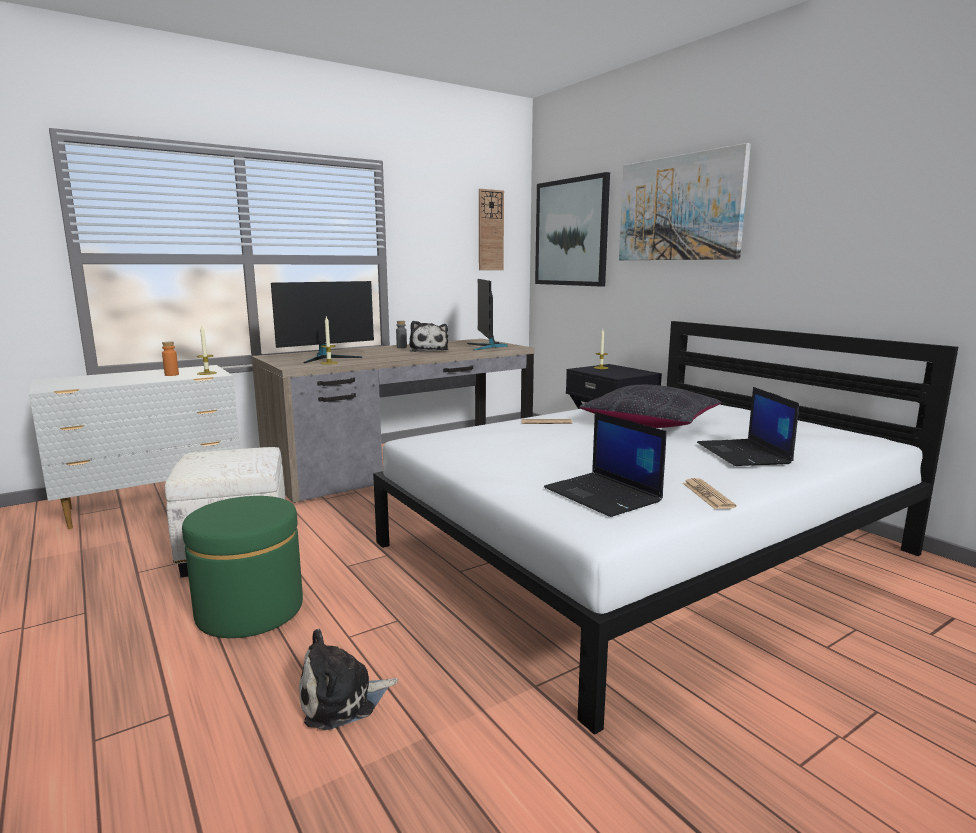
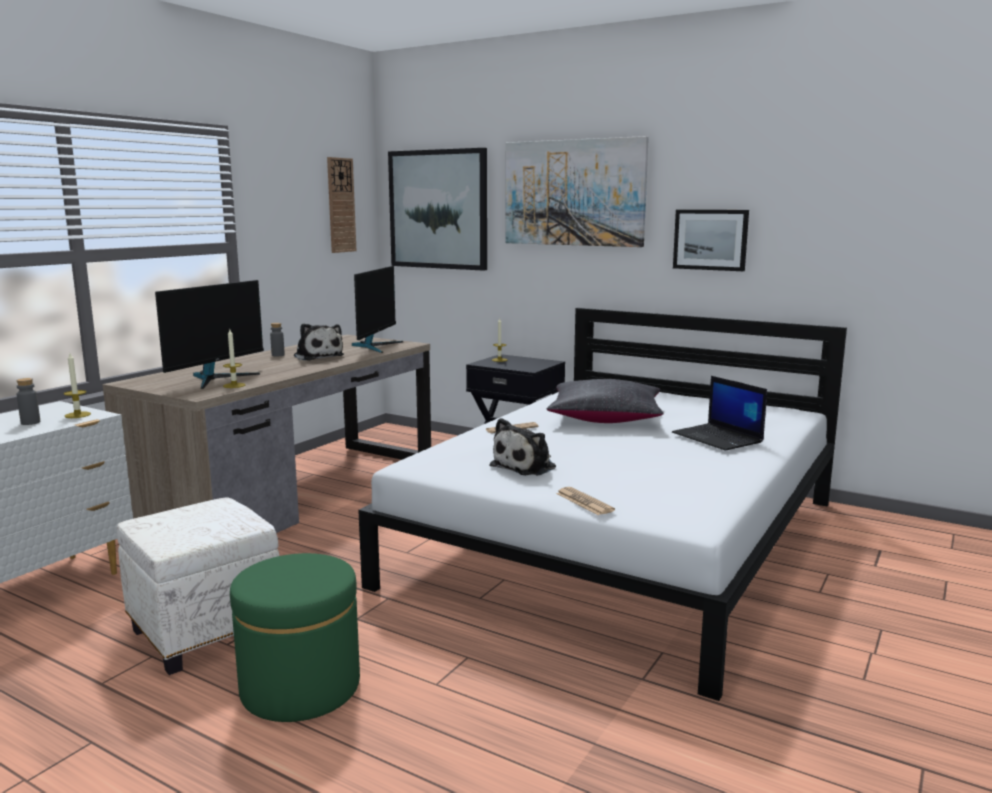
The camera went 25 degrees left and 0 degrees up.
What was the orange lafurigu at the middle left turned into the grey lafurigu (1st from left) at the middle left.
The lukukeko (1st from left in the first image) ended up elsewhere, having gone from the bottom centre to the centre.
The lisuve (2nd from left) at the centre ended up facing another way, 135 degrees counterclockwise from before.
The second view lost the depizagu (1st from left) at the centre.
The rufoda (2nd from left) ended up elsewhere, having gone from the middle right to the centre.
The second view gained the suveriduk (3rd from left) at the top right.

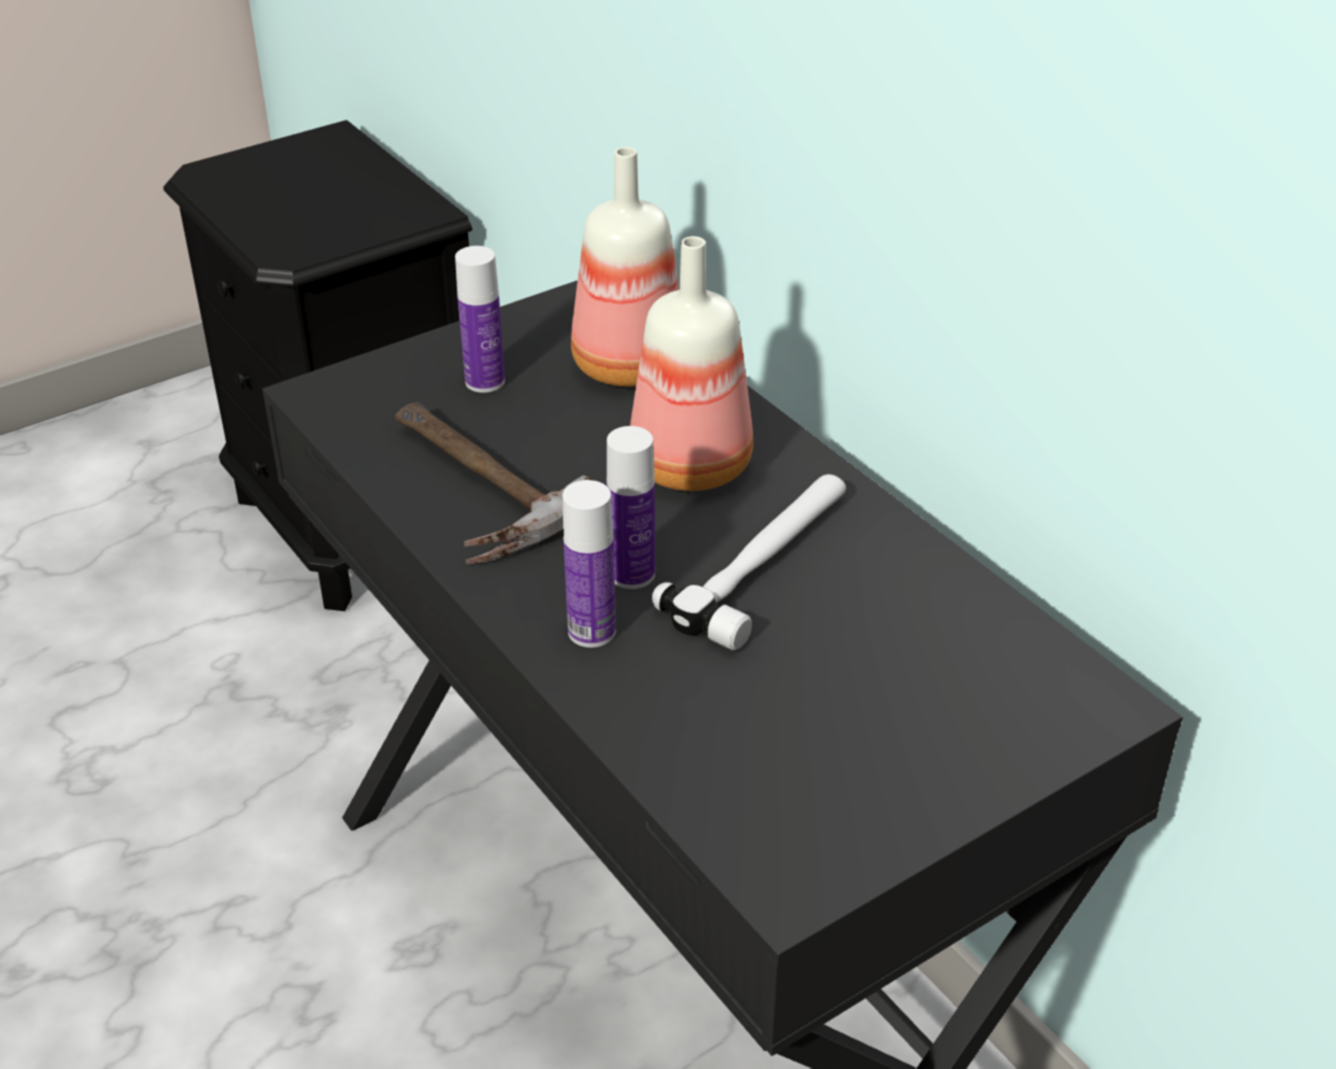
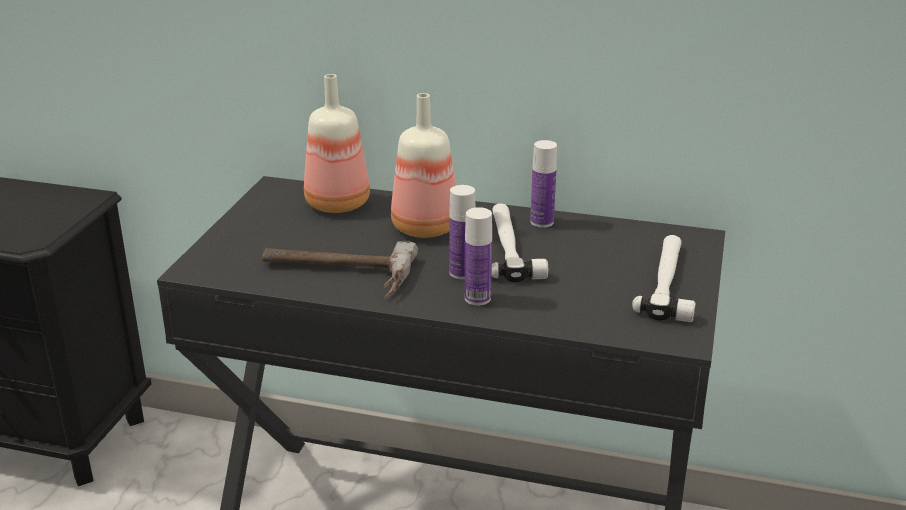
The camera went 40 degrees left and 10 degrees down.
The lafurigu (1st from left in the first image) ended up elsewhere, having gone from the top centre to the centre.
The second view gained the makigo (3rd from left) at the middle right.

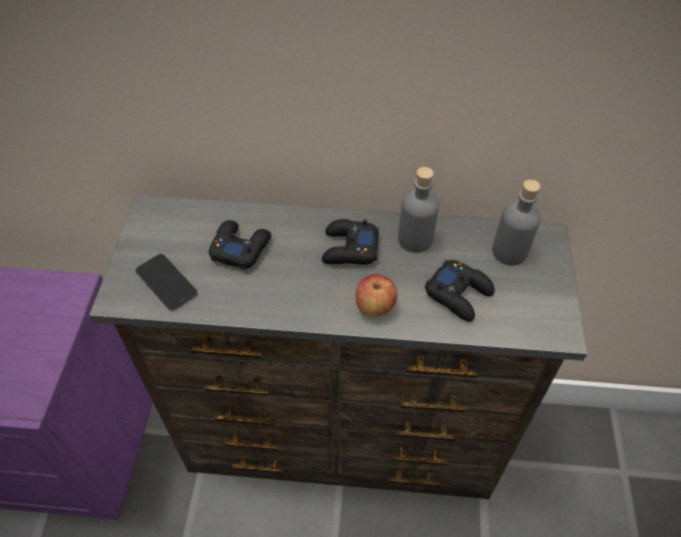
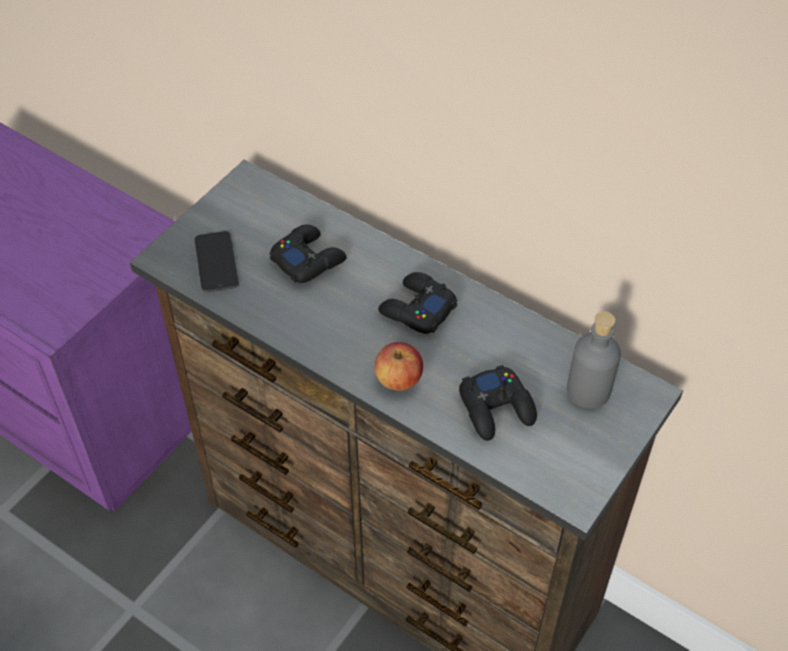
The camera went 30 degrees right and 0 degrees up.
The second view lost the grey lafurigu (1st from left) at the centre.

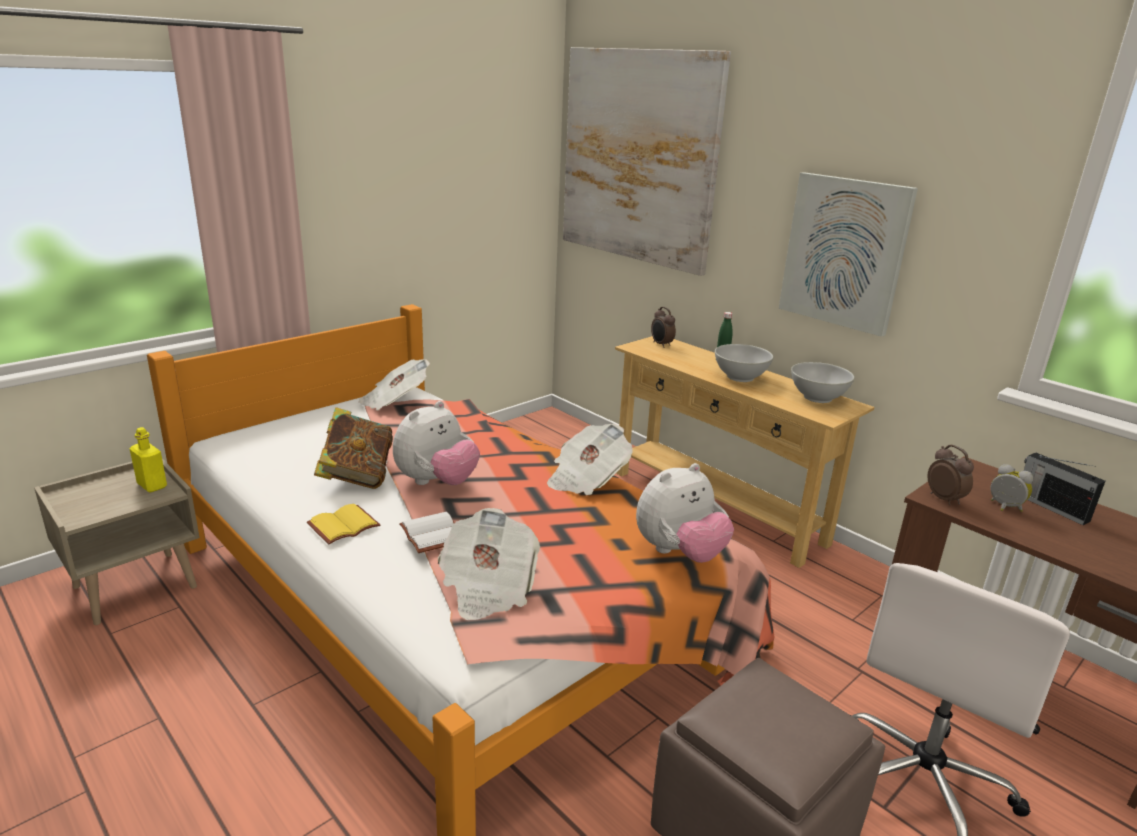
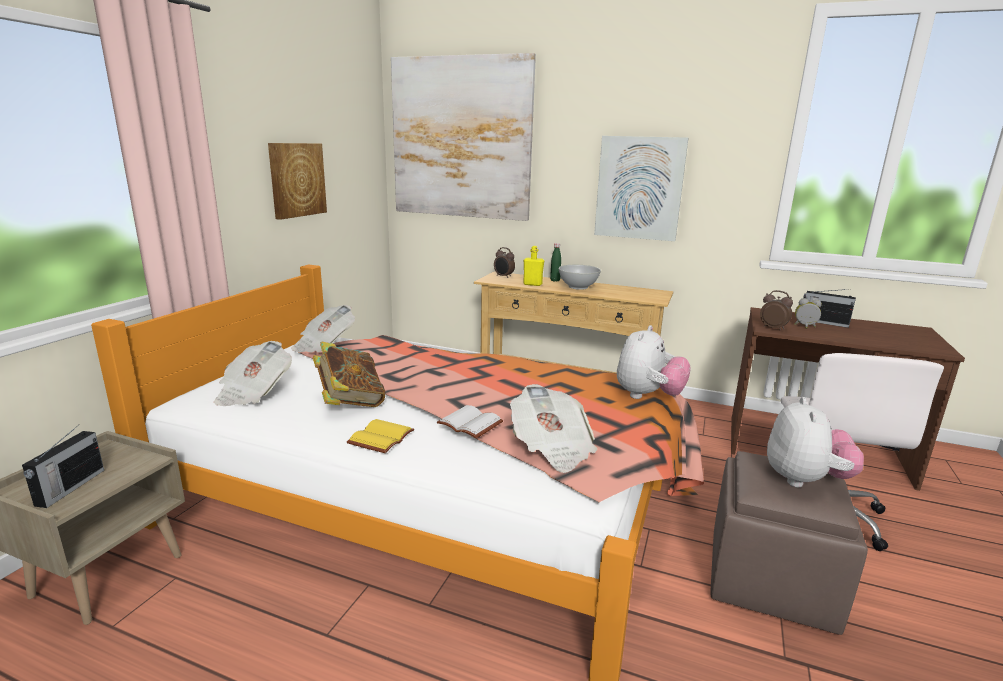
The camera went 25 degrees left and 5 degrees down.
The yellow lafurigu ended up elsewhere, having gone from the middle left to the centre.
The lukukeko (1st from left in the first image) ended up elsewhere, having gone from the centre to the middle right.
The rufoda (3rd from left in the first image) ended up elsewhere, having gone from the centre to the middle left.
The second view lost the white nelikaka (2nd from left) at the middle right.
The second view gained the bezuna (1st from left) at the bottom left.
The second view gained the suveriduk (1st from left) at the top left.

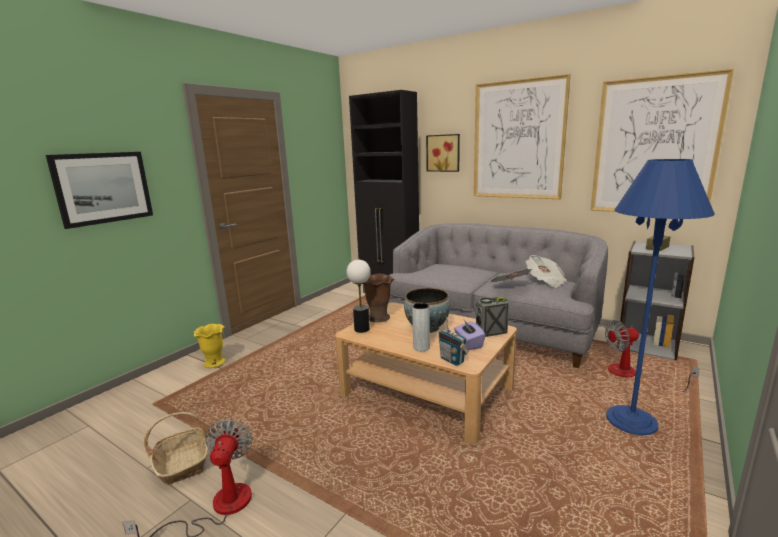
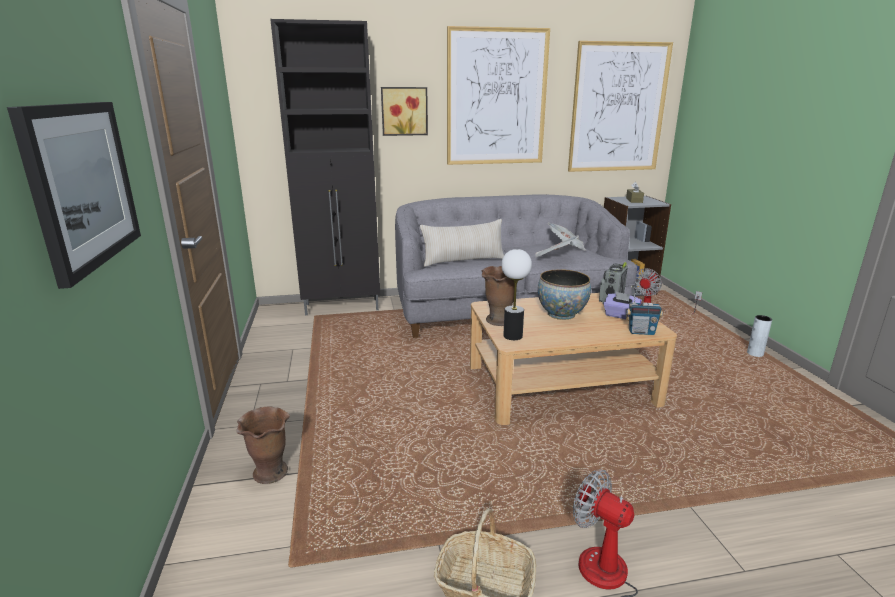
The camera went 45 degrees left and 5 degrees up.
What was the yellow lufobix at the middle left turned into the brown lufobix (1st from left) at the bottom left.
The grey lufobix ended up elsewhere, having gone from the centre to the middle right.
The second view lost the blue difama at the middle right.
The second view gained the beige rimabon at the centre.

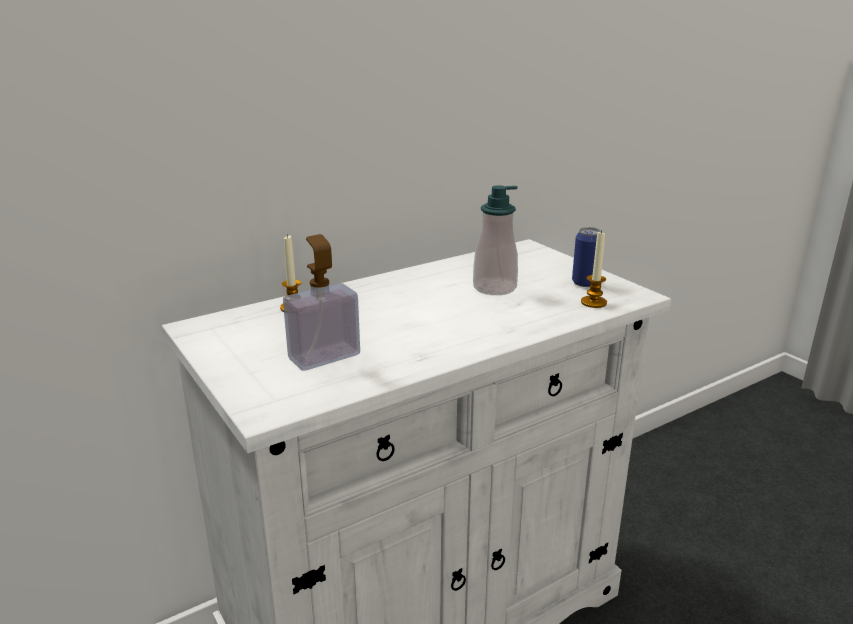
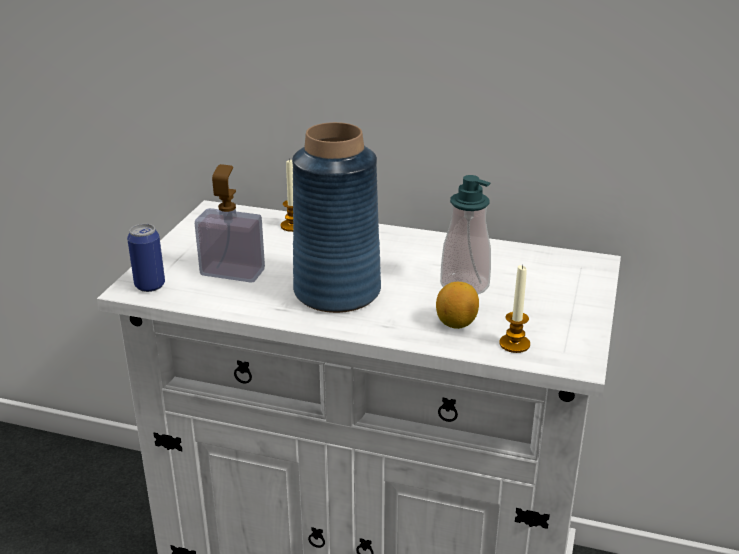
The camera went 50 degrees right and 5 degrees up.
The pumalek ended up elsewhere, having gone from the middle right to the middle left.
The second view gained the blue lufobix at the centre.
The second view gained the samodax at the centre.

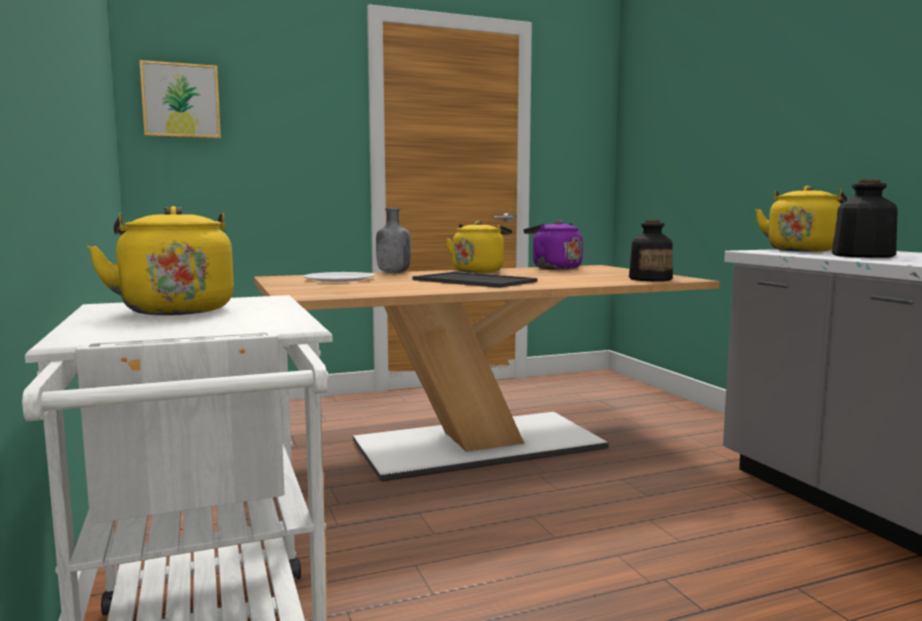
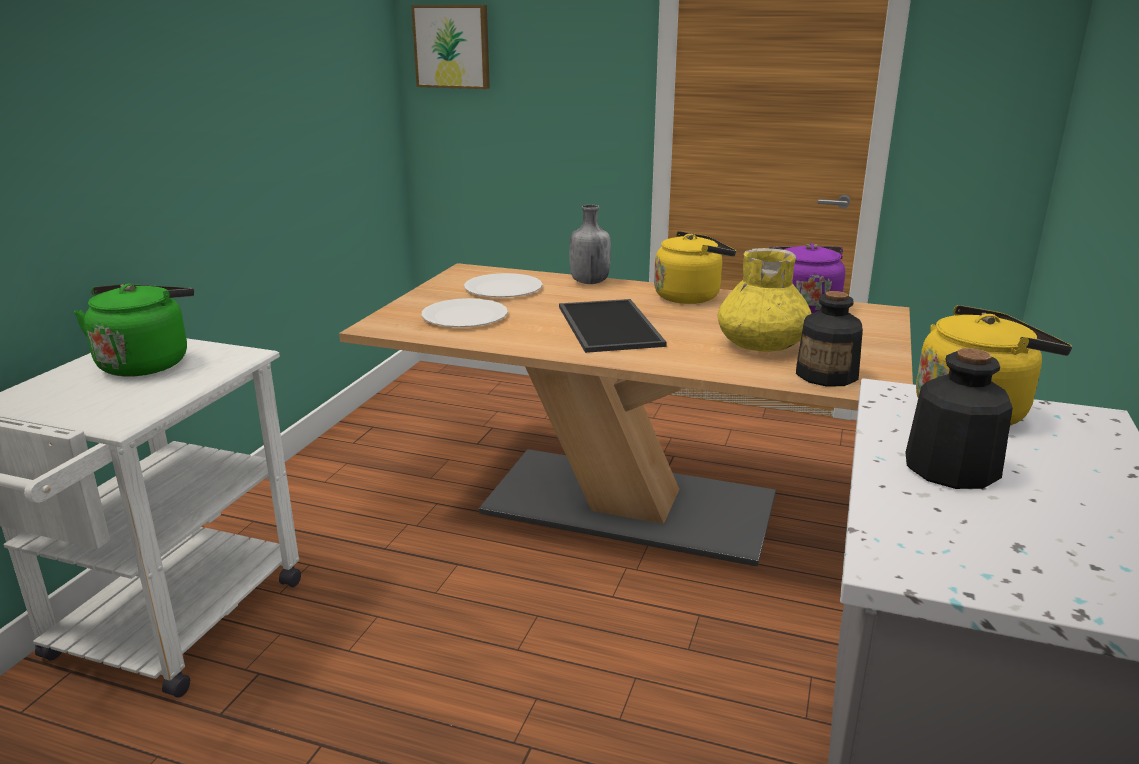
The camera went 40 degrees right and 15 degrees up.
What was the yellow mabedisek (1st from left) at the middle left turned into the green mabedisek at the middle left.
The second view gained the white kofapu (1st from left) at the centre.
The second view gained the yellow lufobix at the middle right.

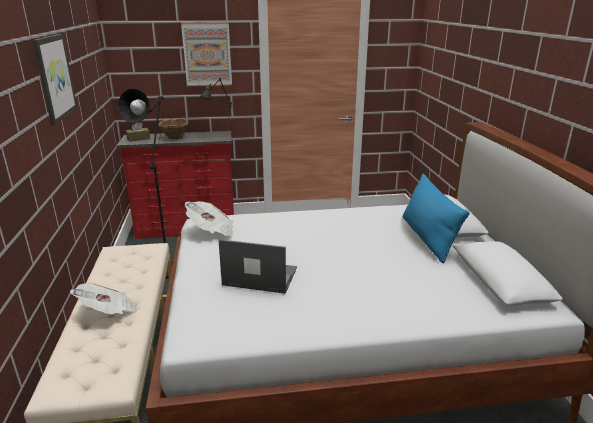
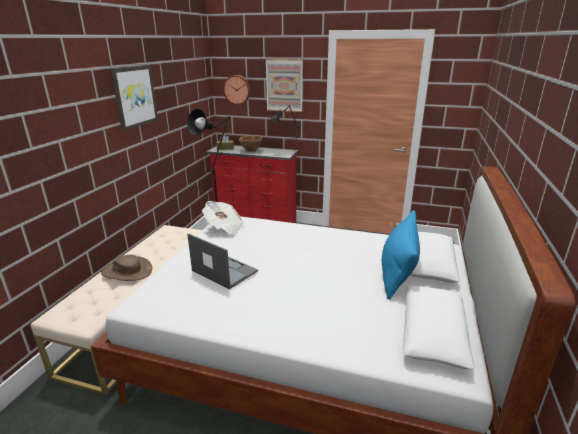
The camera went 25 degrees right and 0 degrees up.
Where the rufoda (1st from left) stood at the bottom left, the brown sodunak came to stand at the middle left.
The second view gained the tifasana at the top centre.

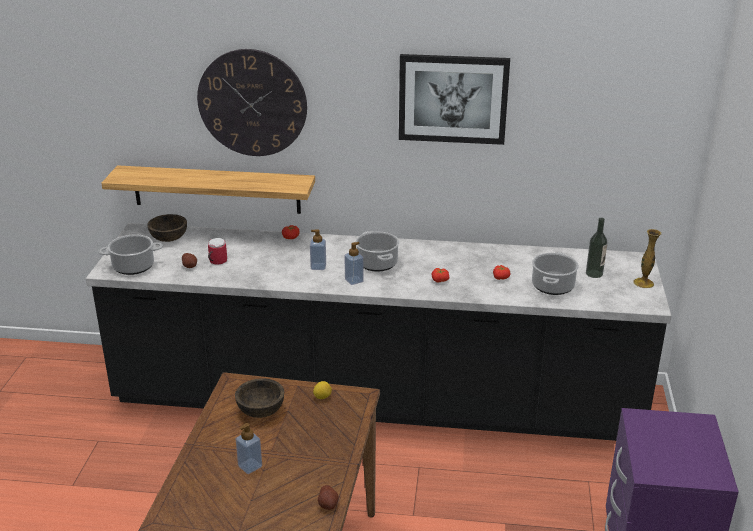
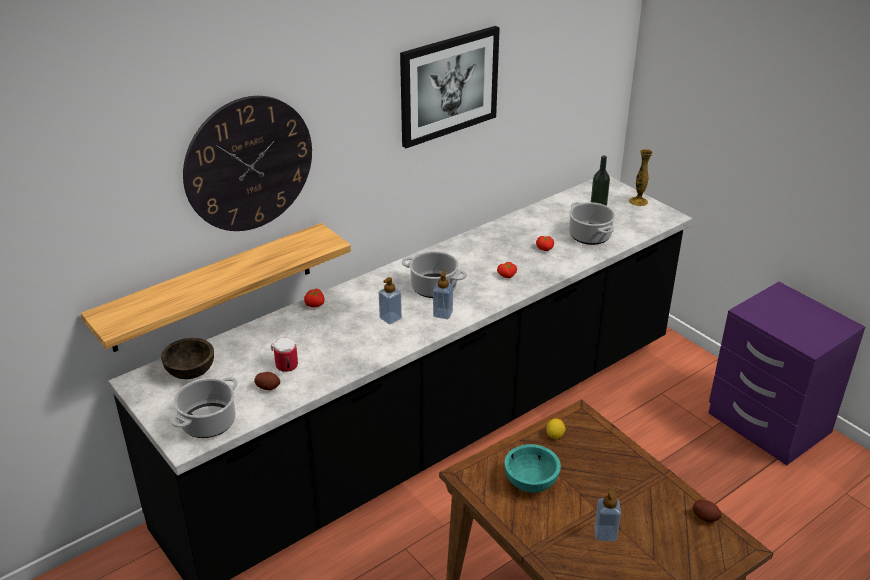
The camera went 45 degrees left and 5 degrees up.
What was the brown nelikaka (2nd from left) at the bottom centre turned into the turquoise nelikaka at the bottom centre.

